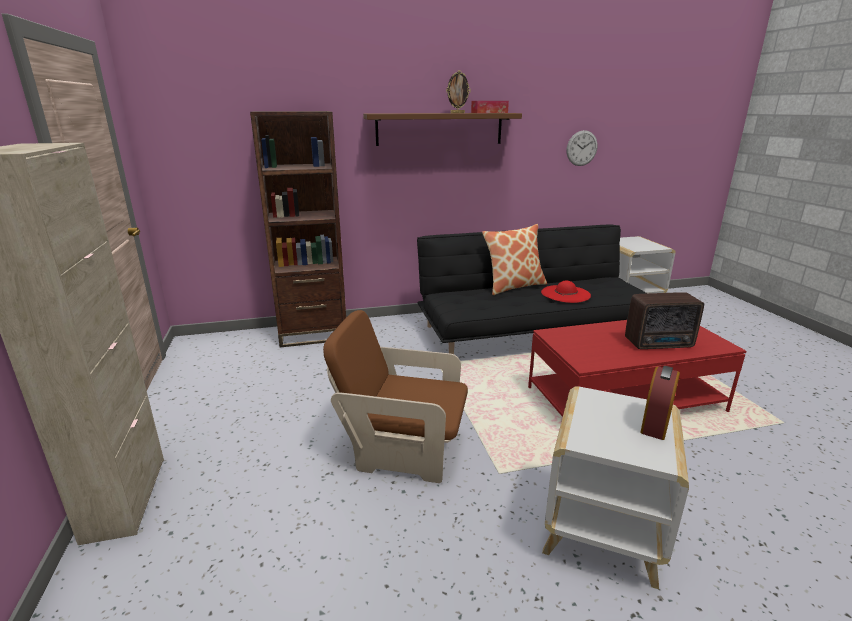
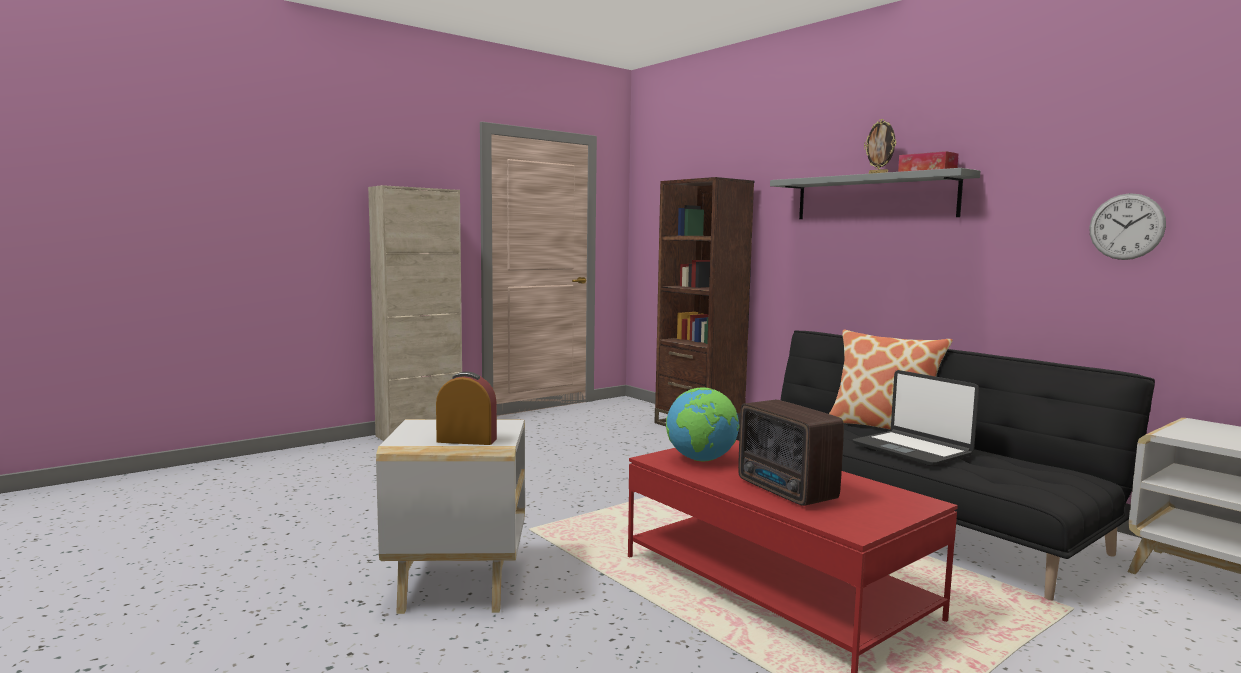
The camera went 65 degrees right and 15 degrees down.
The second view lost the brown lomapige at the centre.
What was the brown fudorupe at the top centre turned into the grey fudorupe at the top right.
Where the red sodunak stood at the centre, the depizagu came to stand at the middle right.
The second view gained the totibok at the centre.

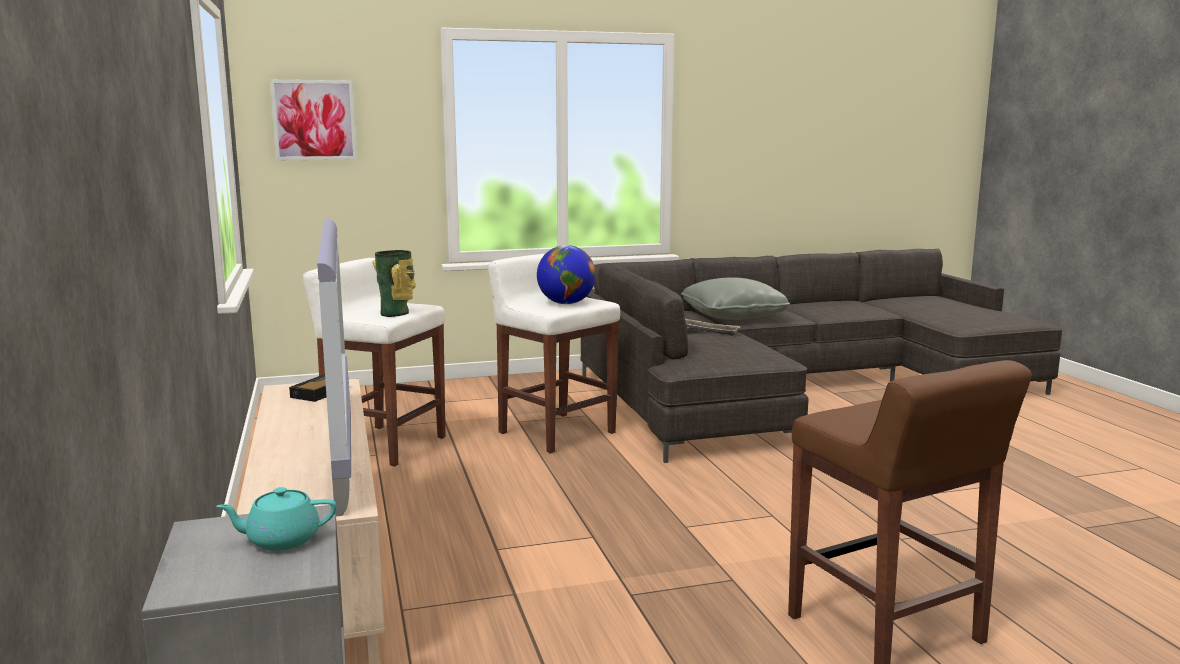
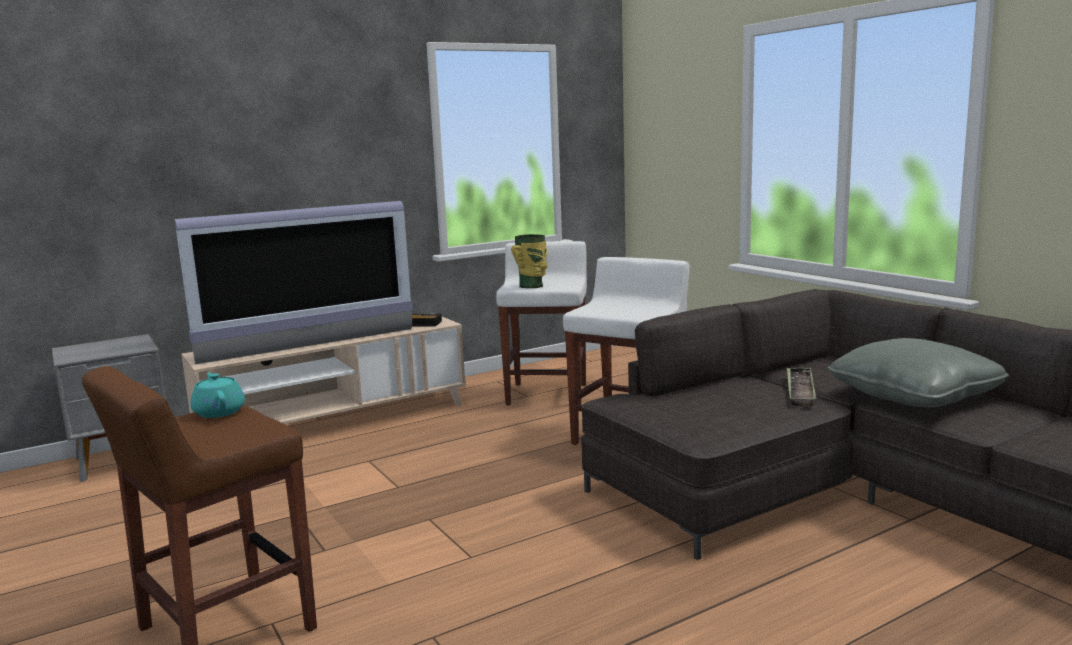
The camera went 75 degrees right and 0 degrees up.
The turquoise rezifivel ended up elsewhere, having gone from the bottom left to the middle left.
The second view lost the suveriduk at the top left.
The second view lost the totibok at the centre.

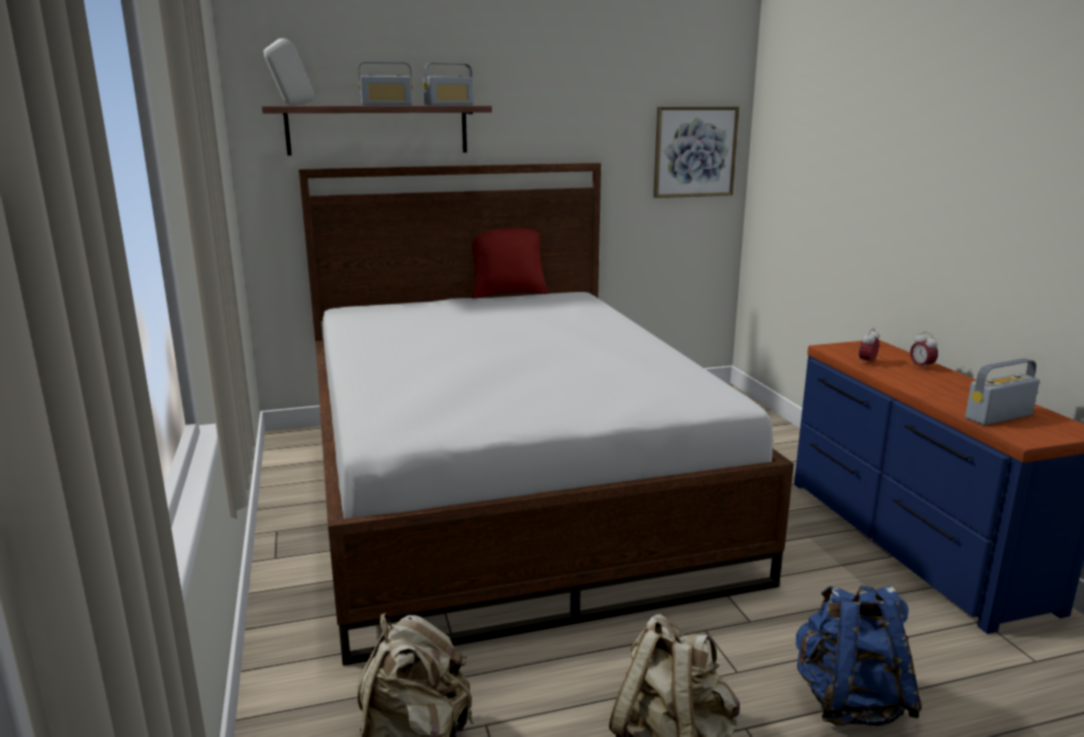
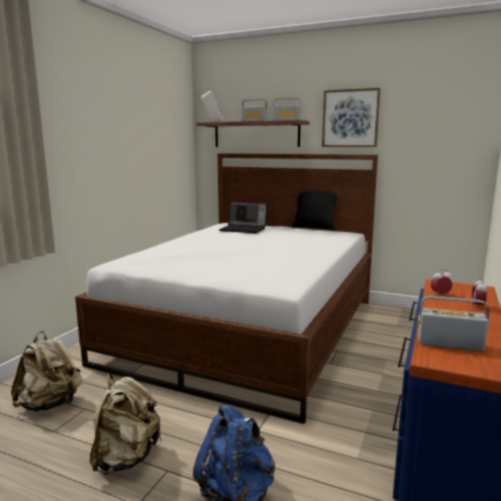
The camera went 40 degrees right and 5 degrees down.
What was the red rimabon at the centre turned into the black rimabon at the centre.
The suveriduk ended up elsewhere, having gone from the top centre to the top right.
The second view gained the depizagu at the centre.

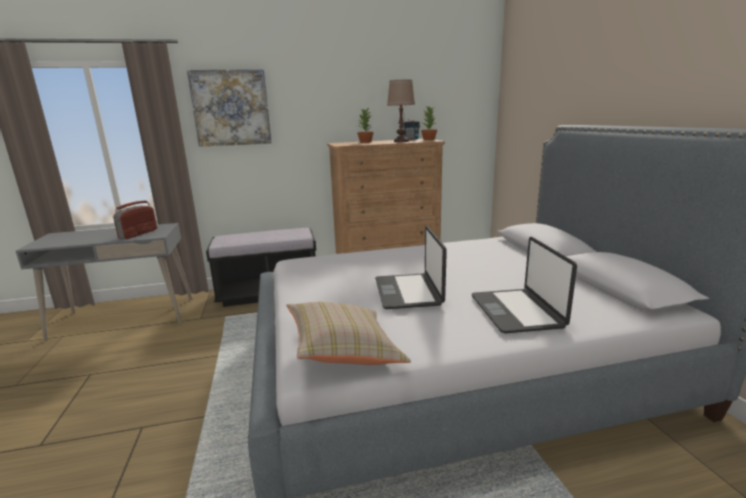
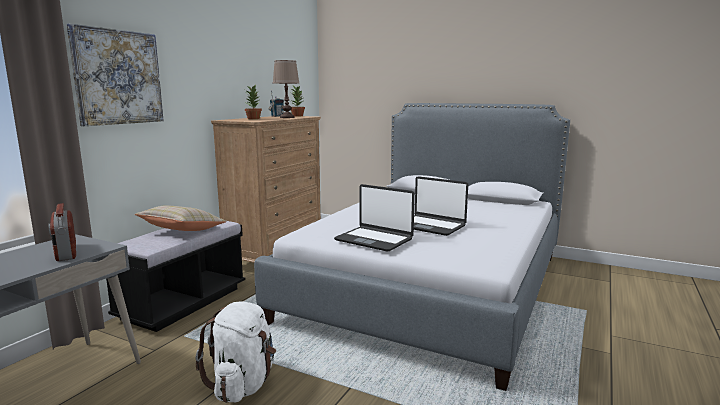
The camera went 50 degrees left and 5 degrees down.
The beige rimabon ended up elsewhere, having gone from the bottom centre to the middle left.
The depizagu (2nd from left in the first image) ended up elsewhere, having gone from the middle right to the centre.
The second view gained the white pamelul at the bottom left.

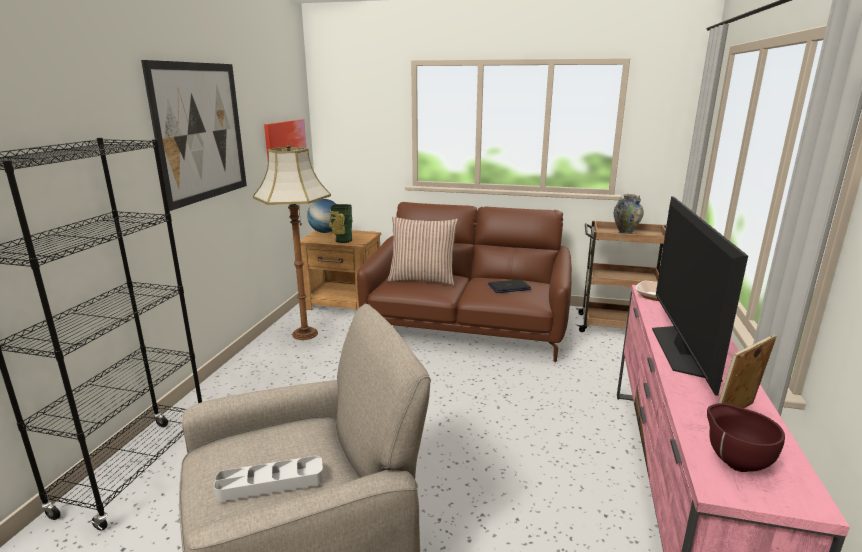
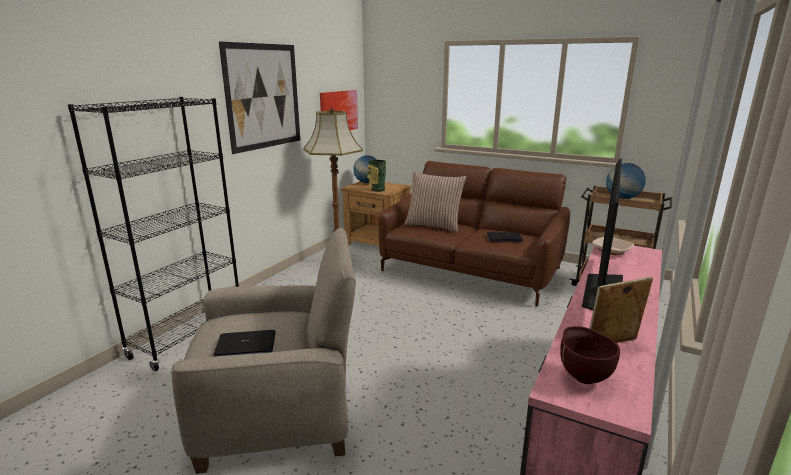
The camera went 15 degrees right and 0 degrees up.
Where the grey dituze stood at the bottom left, the depizagu (1st from left) came to stand at the bottom left.
Where the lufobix (2nd from left) stood at the middle right, the totibok (2nd from left) came to stand at the middle right.

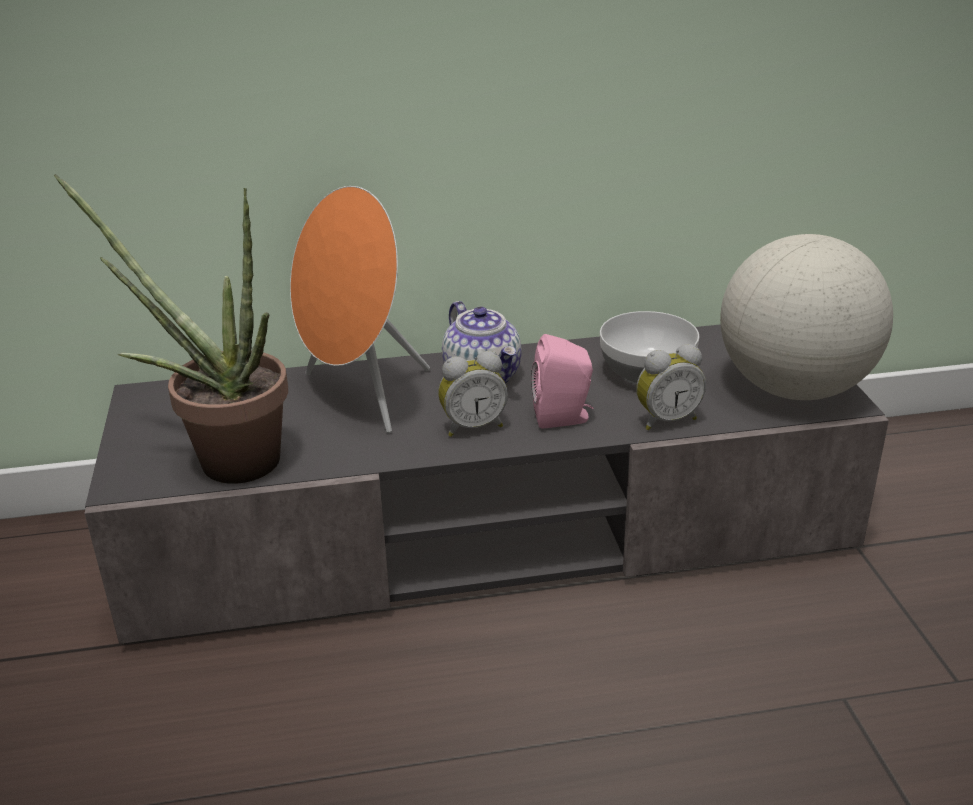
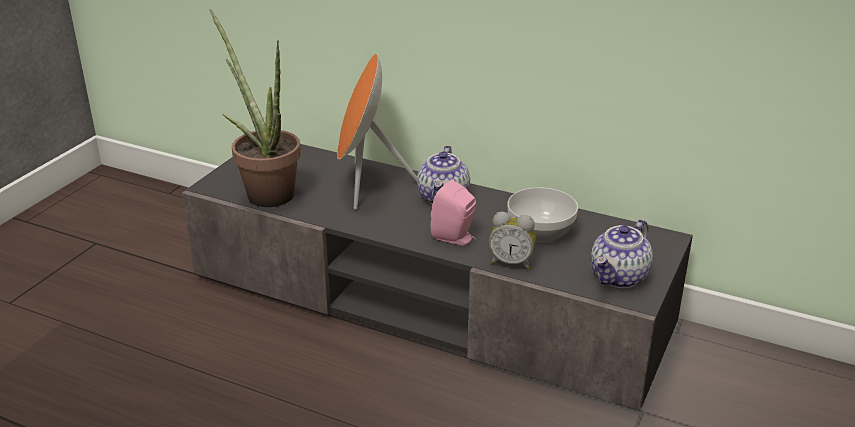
The camera went 35 degrees right and 0 degrees up.
The second view lost the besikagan (1st from left) at the centre.
Where the totibok stood at the middle right, the rezifivel (2nd from left) came to stand at the middle right.

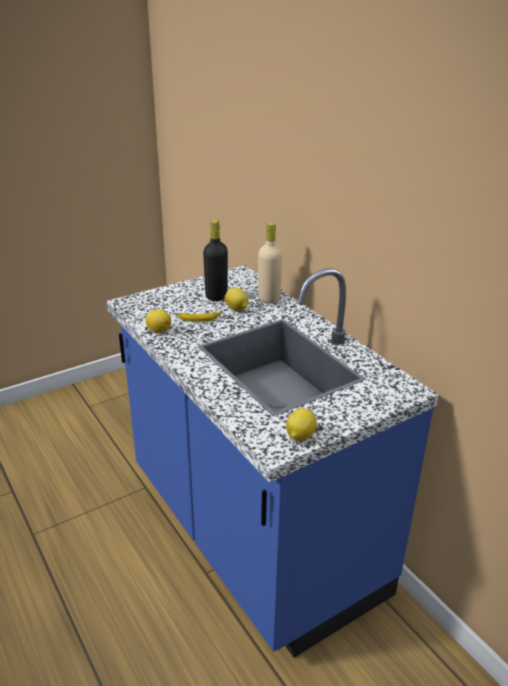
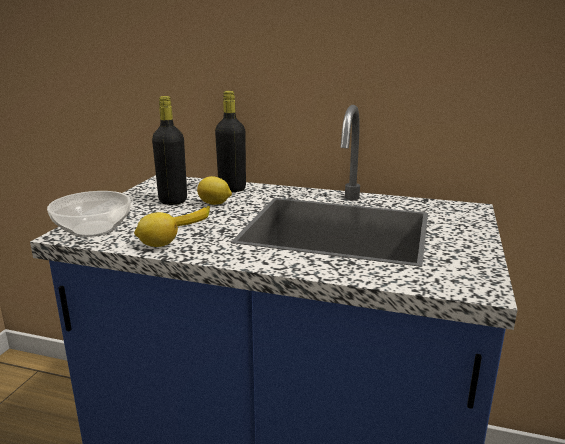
The camera went 40 degrees left and 10 degrees down.
What was the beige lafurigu at the centre turned into the black lafurigu (2nd from left) at the top centre.
The second view lost the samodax (3rd from left) at the centre.
The second view gained the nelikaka at the middle left.

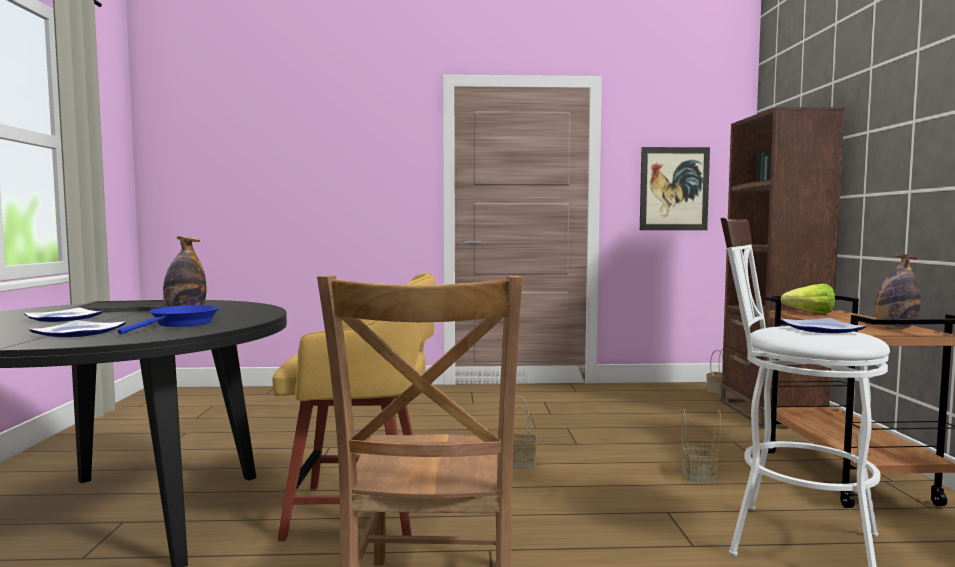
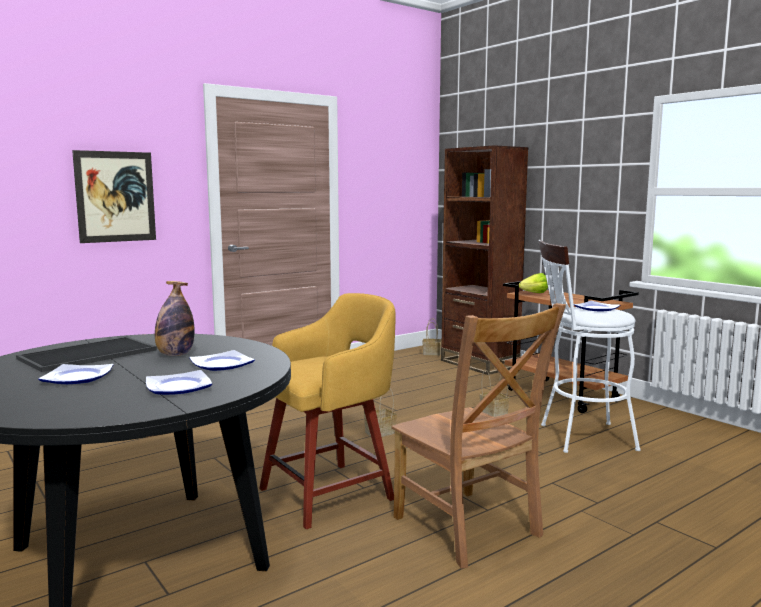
The camera went 35 degrees left and 5 degrees up.
Where the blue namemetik stood at the middle left, the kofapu (3rd from left) came to stand at the middle left.
The suveriduk ended up elsewhere, having gone from the top right to the top left.
The second view lost the lafurigu (2nd from left) at the middle right.

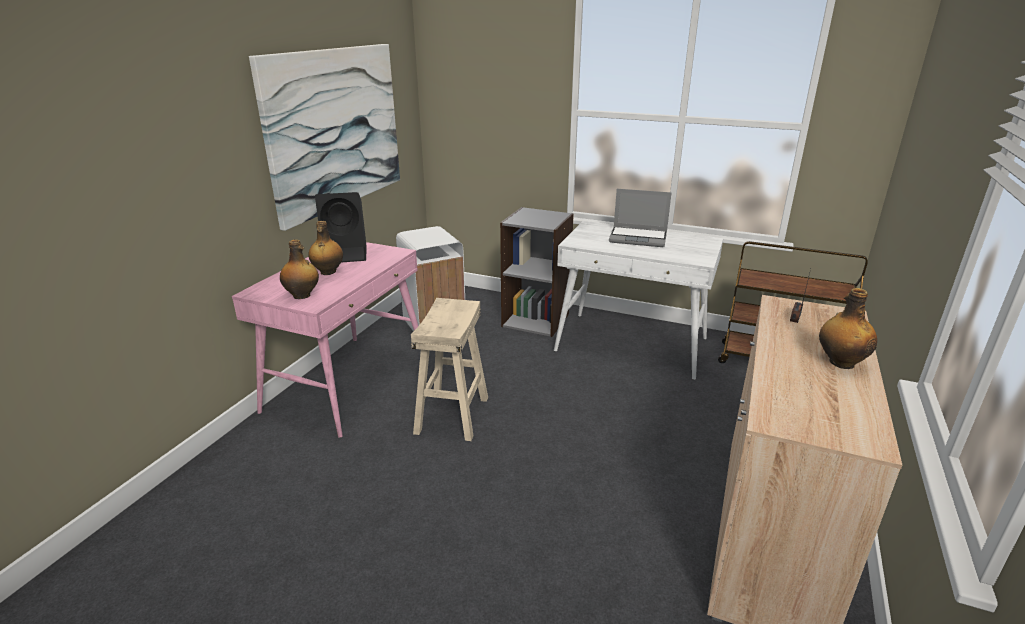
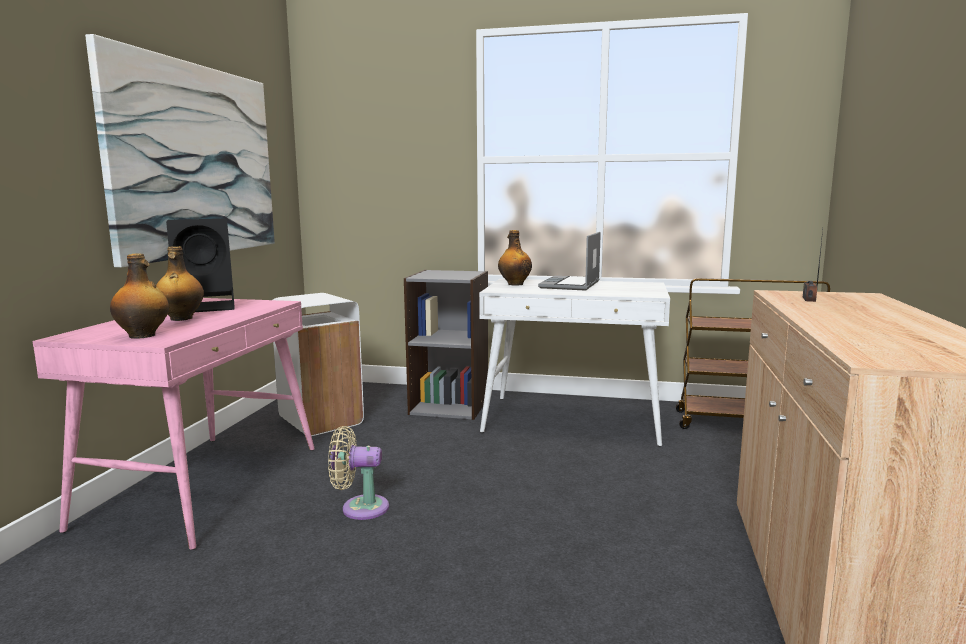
The camera went 10 degrees left and 15 degrees down.
Where the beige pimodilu stood at the centre, the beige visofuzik came to stand at the bottom centre.
The depizagu at the centre ended up facing another way, 105 degrees clockwise from before.
The lafurigu (3rd from left) ended up elsewhere, having gone from the middle right to the centre.

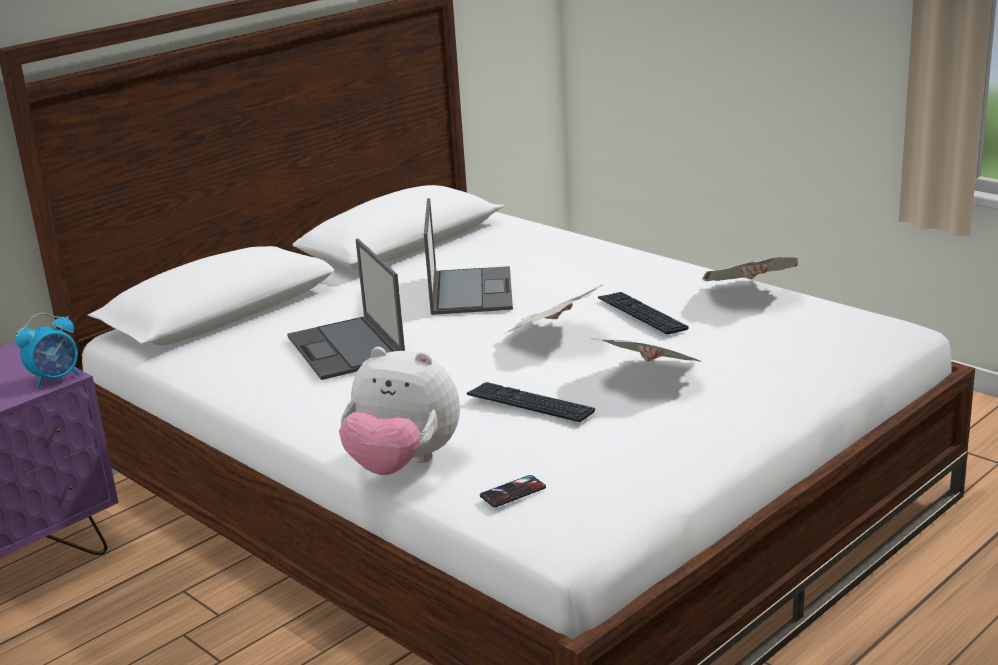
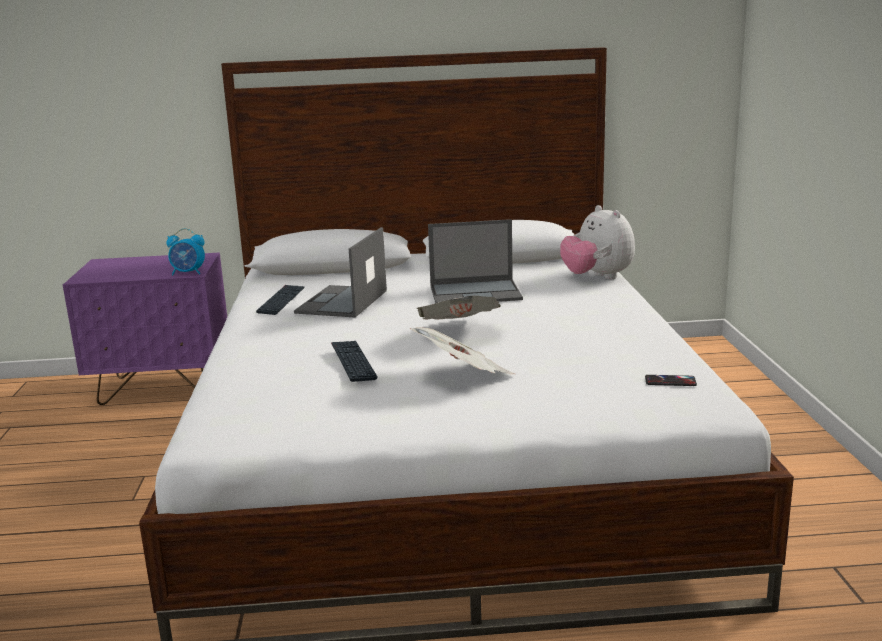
The camera went 40 degrees right and 5 degrees down.
The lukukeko ended up elsewhere, having gone from the centre to the middle right.
The depizagu (2nd from left) at the centre ended up facing another way, 45 degrees clockwise from before.
The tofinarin ended up elsewhere, having gone from the bottom centre to the middle right.
The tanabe (2nd from left in the first image) ended up elsewhere, having gone from the centre to the middle left.
The second view lost the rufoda (3rd from left) at the middle right.

